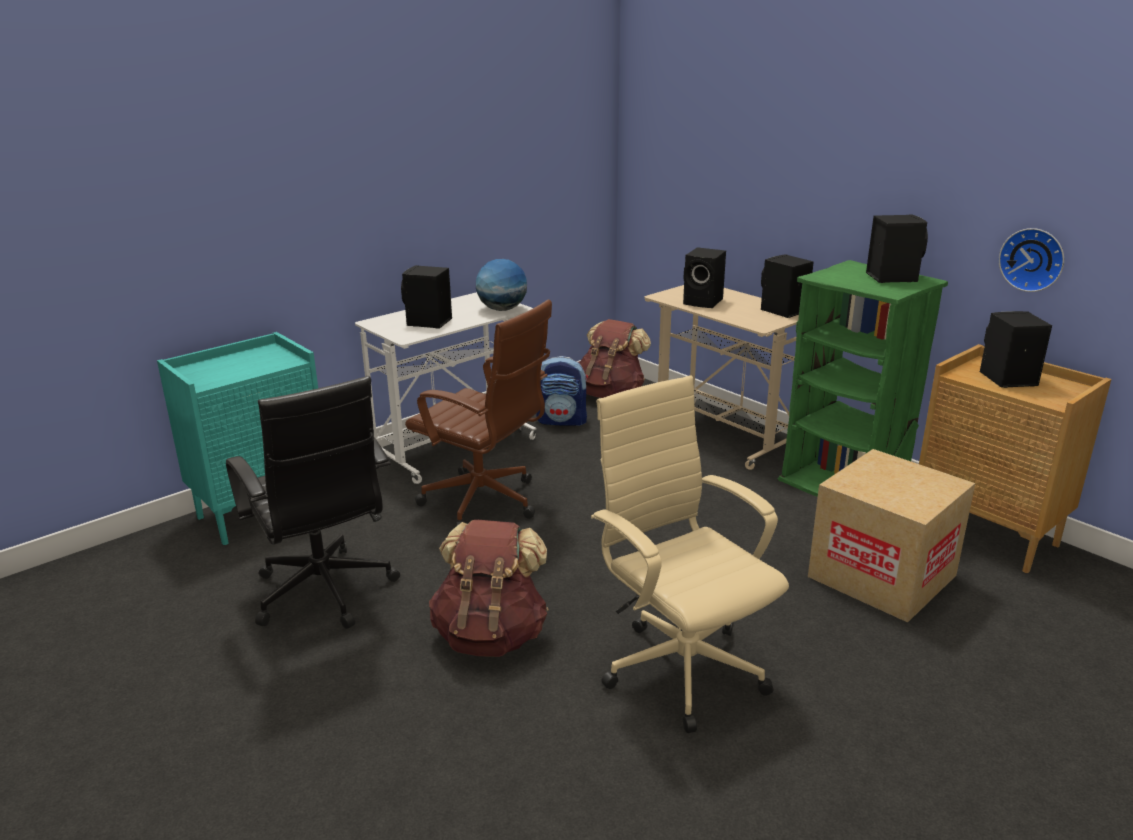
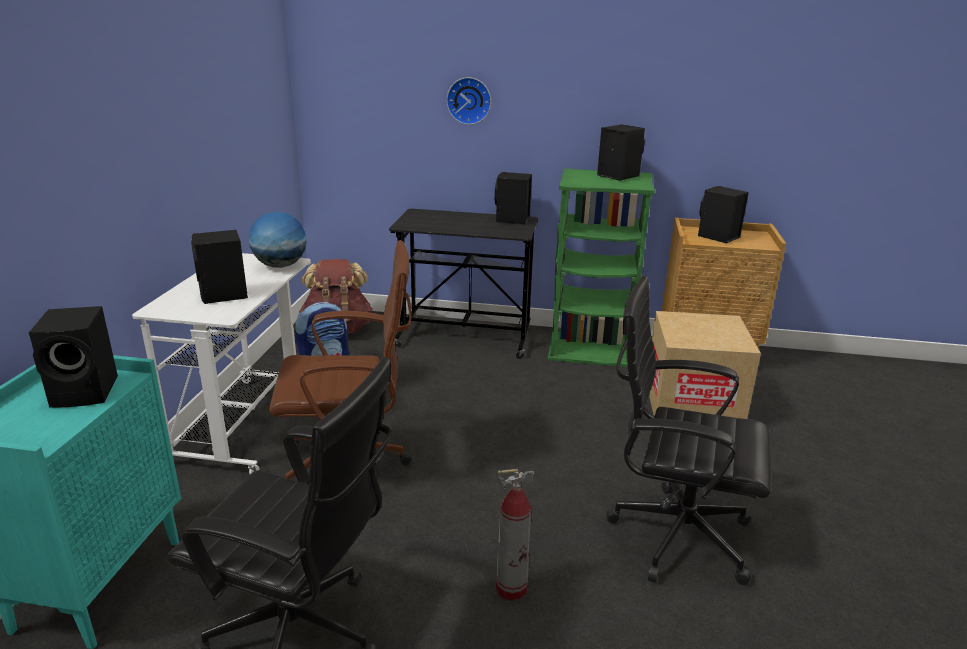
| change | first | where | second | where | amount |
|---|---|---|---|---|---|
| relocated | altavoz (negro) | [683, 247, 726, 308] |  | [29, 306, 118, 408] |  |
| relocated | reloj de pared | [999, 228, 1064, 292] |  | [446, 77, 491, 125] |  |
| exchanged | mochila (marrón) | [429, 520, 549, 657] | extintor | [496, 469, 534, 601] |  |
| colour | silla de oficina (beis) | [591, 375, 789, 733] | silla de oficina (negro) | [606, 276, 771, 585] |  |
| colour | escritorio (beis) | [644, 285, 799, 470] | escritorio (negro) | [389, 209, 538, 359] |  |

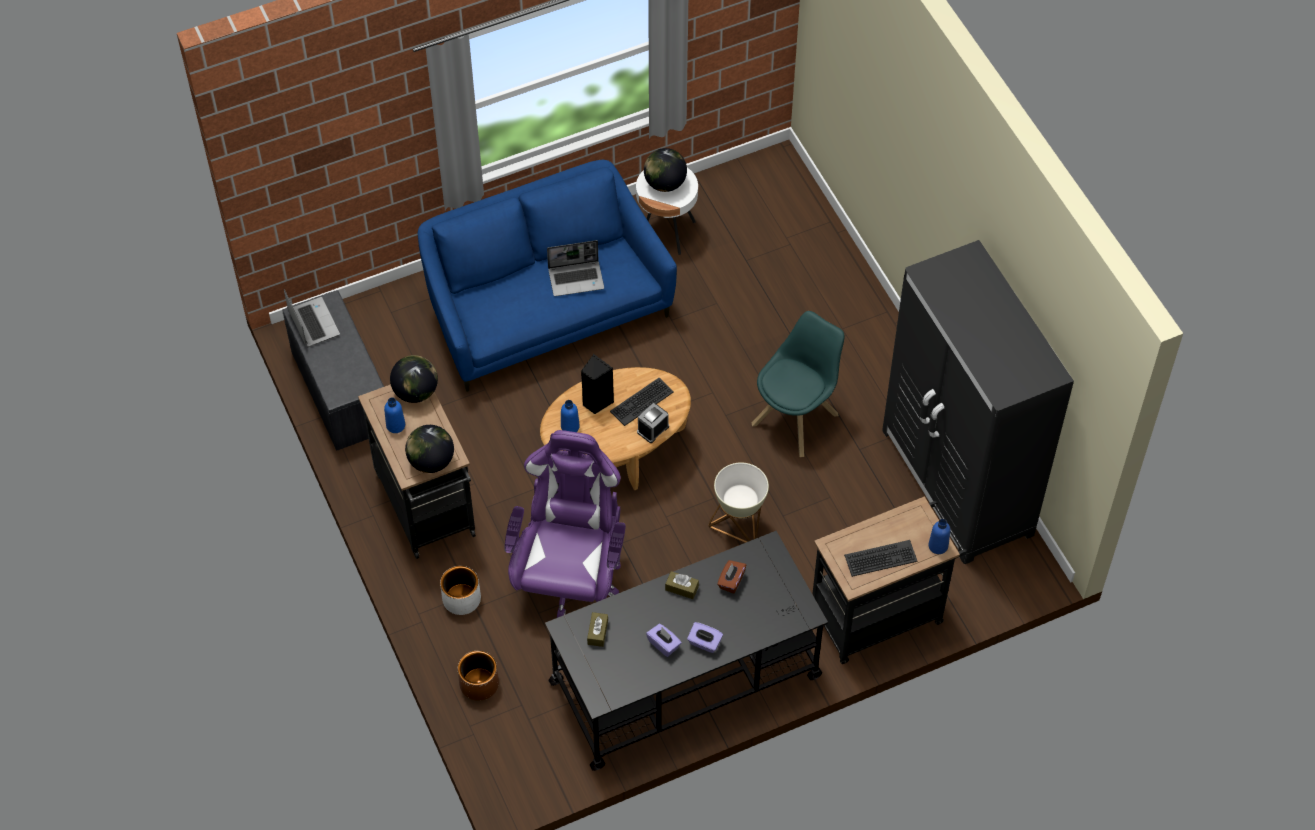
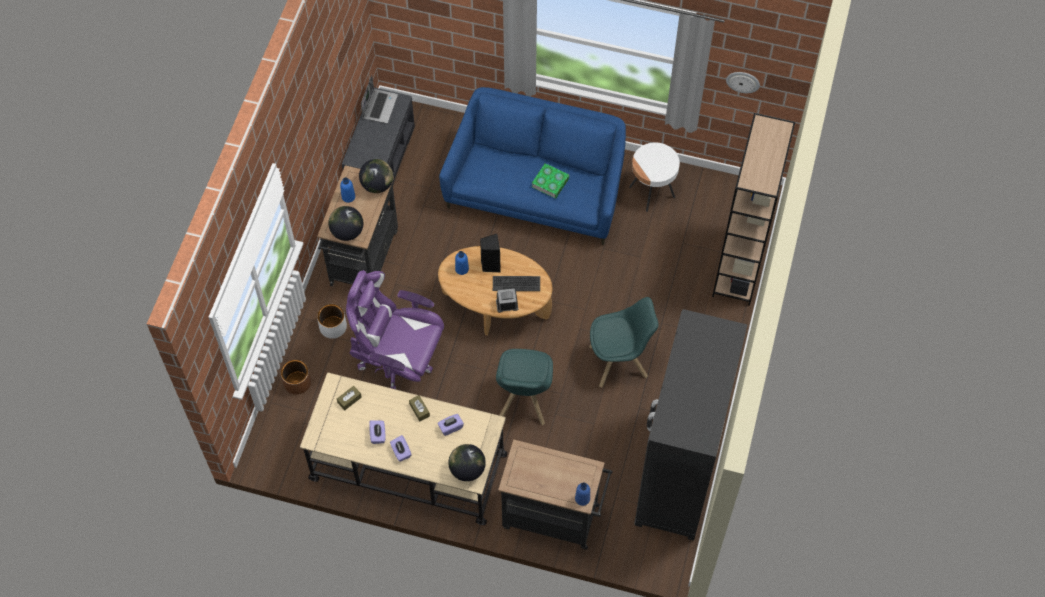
| change | first | where | second | where | amount |
|---|---|---|---|---|---|
| missing | teclado | [844, 540, 918, 577] |  |  |  |
| appeared |  |  | estantería (beis) | [712, 113, 795, 306] |  |
| appeared |  |  | reloj de pared | [726, 72, 760, 93] |  |
| relocated | globo terráqueo | [644, 148, 687, 192] |  | [448, 444, 486, 481] |  |
| exchanged | portátil | [547, 240, 604, 296] | libro | [532, 163, 569, 199] |  |
| exchanged | maceta | [708, 462, 769, 543] | silla (turquesa) | [496, 349, 553, 425] |  |
| colour | escritorio (negro) | [545, 531, 828, 771] | escritorio (beis) | [300, 372, 507, 525] |  |
| colour | caja de pañuelos (marrón) | [717, 560, 746, 594] | caja de pañuelos (morado) | [438, 414, 464, 436] |  |
| spun | silla de oficina (morado) | [504, 430, 626, 618] |  | [346, 270, 444, 389] | 120 degrees counterclockwise |

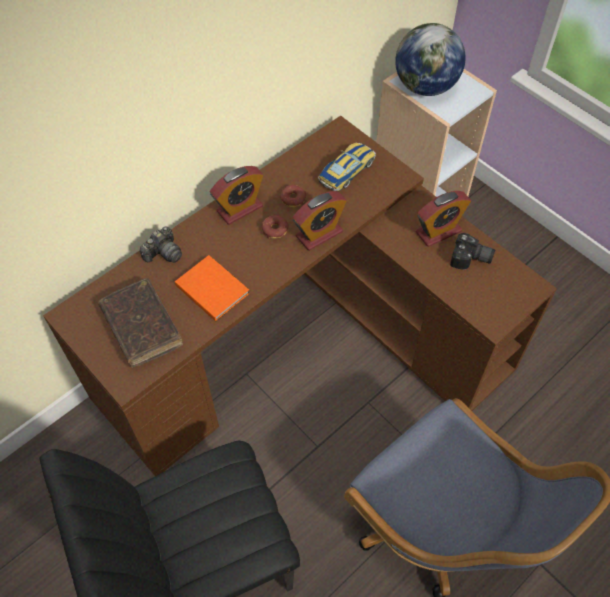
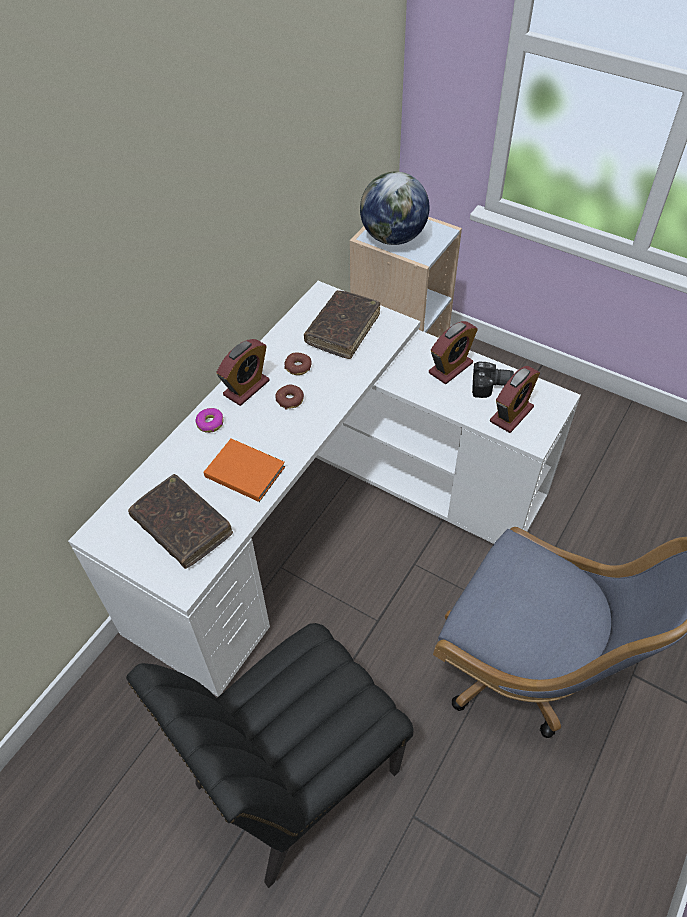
| change | first | where | second | where | amount |
|---|---|---|---|---|---|
| missing | cámara | [140, 226, 182, 263] |  |  |  |
| appeared |  |  | rosquilla | [196, 408, 223, 433] |  |
| relocated | despertador | [293, 191, 347, 251] |  | [490, 366, 540, 433] |  |
| exchanged | coche de juguete | [318, 143, 376, 191] | libro (marrón) | [304, 290, 381, 359] |  |
| colour | escritorio (marrón) | [43, 115, 557, 476] | escritorio (blanco) | [68, 281, 581, 697] |  |

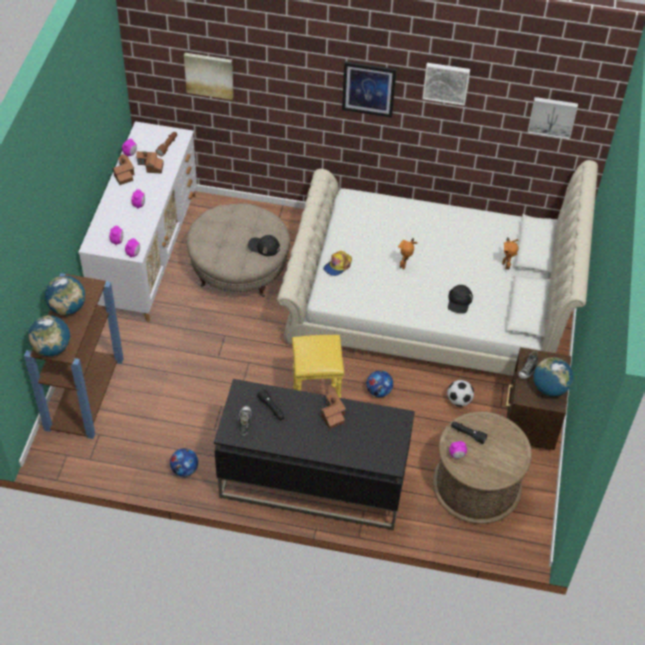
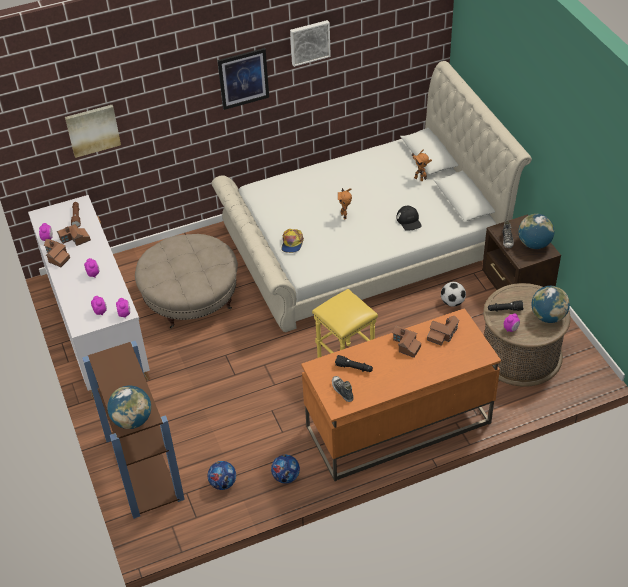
| change | first | where | second | where | amount |
|---|---|---|---|---|---|
| missing | gorra (negro) | [248, 235, 280, 256] |  |  |  |
| missing | cuadro | [527, 97, 578, 139] |  |  |  |
| appeared |  |  | casita | [427, 316, 459, 346] |  |
| relocated | globo terráqueo | [45, 276, 85, 315] |  | [531, 286, 570, 323] |  |
| relocated | balón de fútbol | [367, 370, 393, 397] |  | [208, 461, 236, 490] |  |
| colour | escritorio (negro) | [214, 379, 415, 531] | escritorio (naranja) | [301, 308, 501, 481] |  |

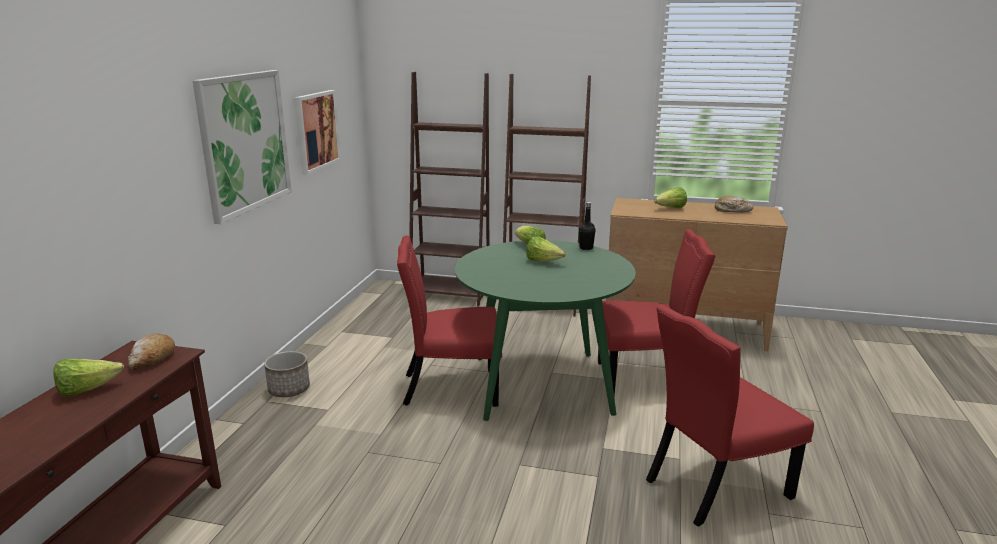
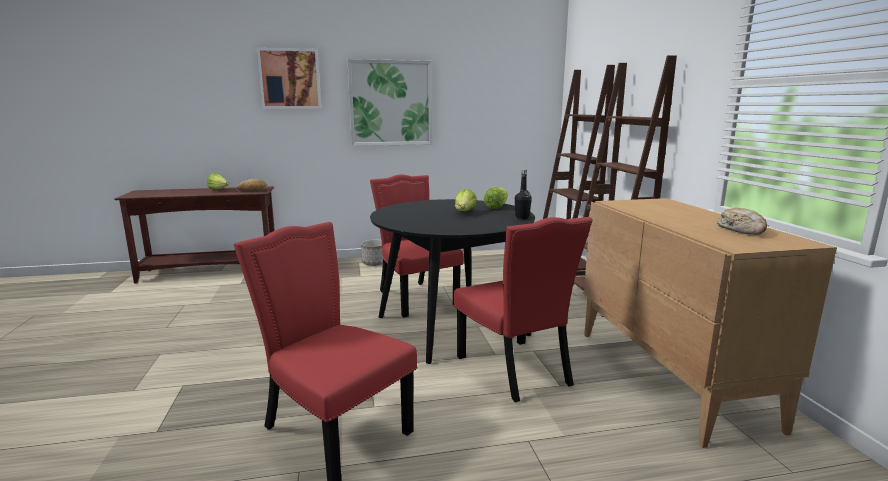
| change | first | where | second | where | amount |
|---|---|---|---|---|---|
| missing | lechuga | [654, 187, 687, 208] |  |  |  |
| relocated | cuadro | [294, 90, 341, 175] |  | [257, 47, 321, 109] |  |
| colour | mesa de comedor (verde) | [455, 240, 636, 421] | mesa de comedor (negro) | [370, 199, 535, 364] |  |

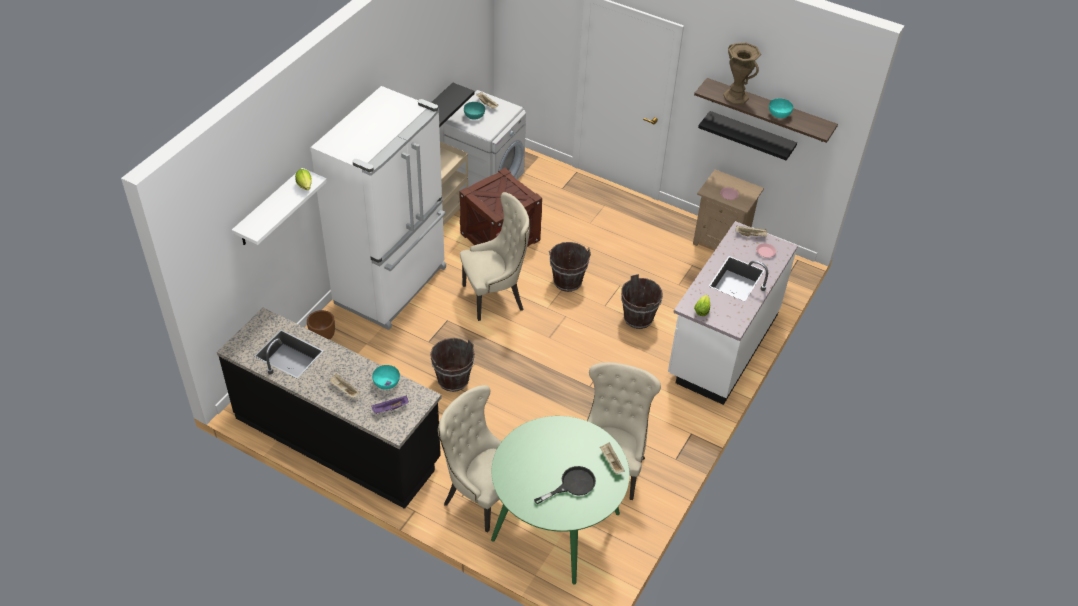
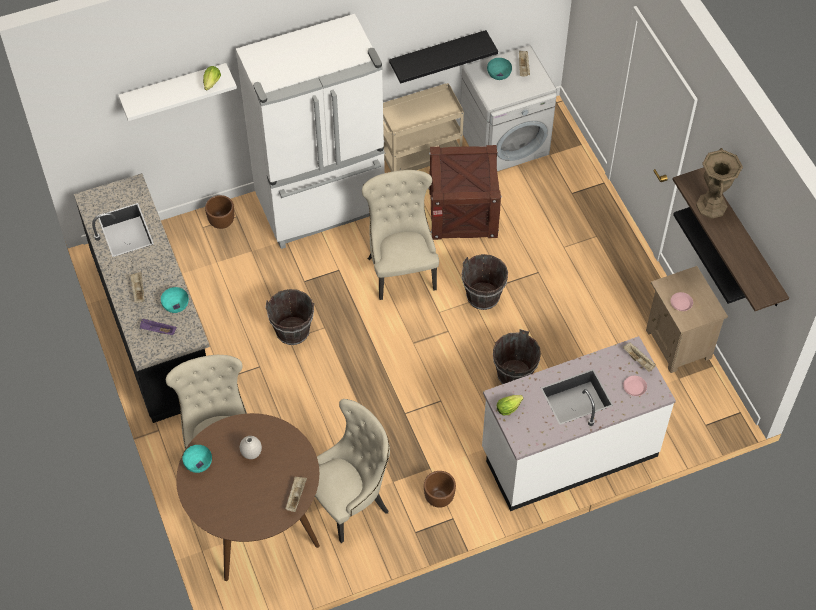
| change | first | where | second | where | amount |
|---|---|---|---|---|---|
| missing | sartén (negro) | [534, 466, 596, 504] |  |  |  |
| appeared |  |  | florero (blanco) | [240, 436, 262, 459] |  |
| appeared |  |  | maceta (marrón) | [424, 471, 456, 508] |  |
| relocated | cuenco (turquesa) | [769, 98, 793, 118] |  | [182, 445, 212, 473] |  |
| colour | mesa de comedor (verde) | [491, 416, 630, 584] | mesa de comedor (marrón) | [176, 413, 320, 581] |  |
| spun | silla (beis) | [460, 192, 530, 321] |  | [362, 170, 439, 300] | 120 degrees counterclockwise |

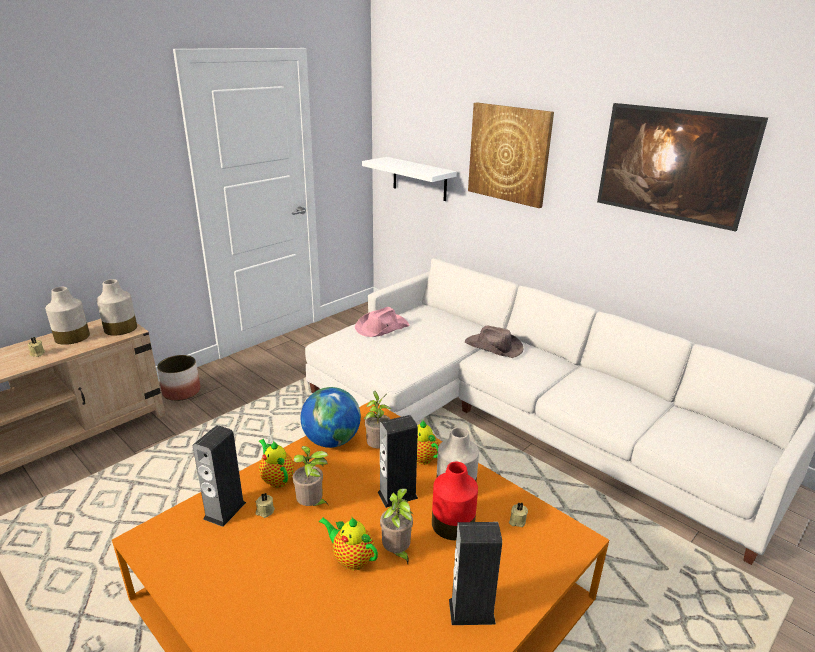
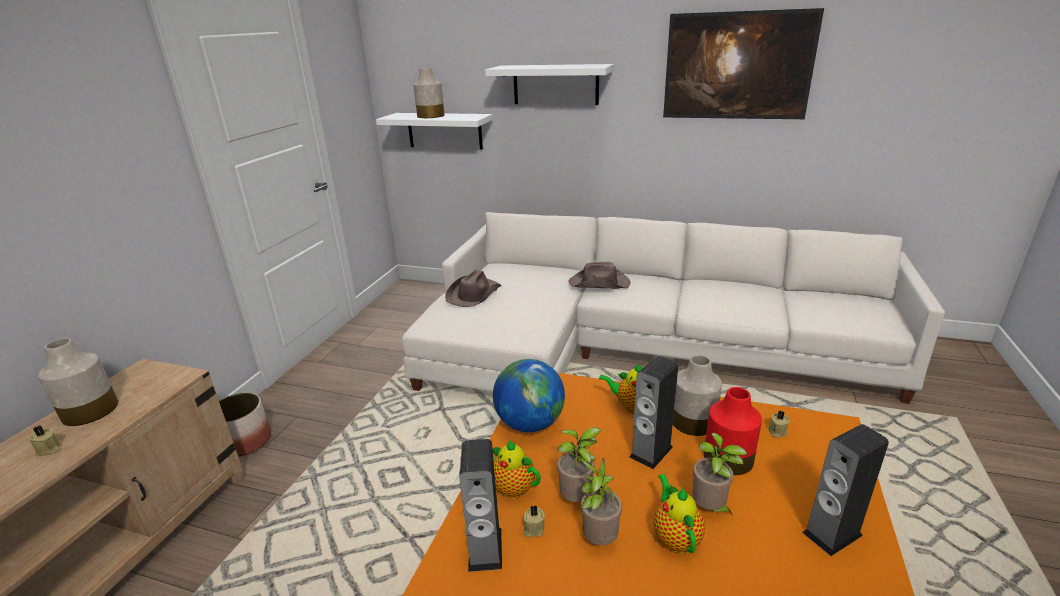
| change | first | where | second | where | amount |
|---|---|---|---|---|---|
| relocated | florero (beis) | [96, 279, 137, 336] |  | [413, 67, 445, 118] |  |
| relocated | planta en maceta | [364, 391, 391, 448] |  | [580, 458, 622, 545] |  |
| exchanged | cuadro | [468, 103, 554, 208] | estante (blanco) | [485, 64, 614, 105] |  |
| colour | sombrero (rosa) | [355, 307, 409, 337] | sombrero (marrón) | [445, 270, 502, 307] |  |
| spun | tetera | [319, 517, 378, 570] |  | [653, 474, 705, 553] | 75 degrees clockwise |

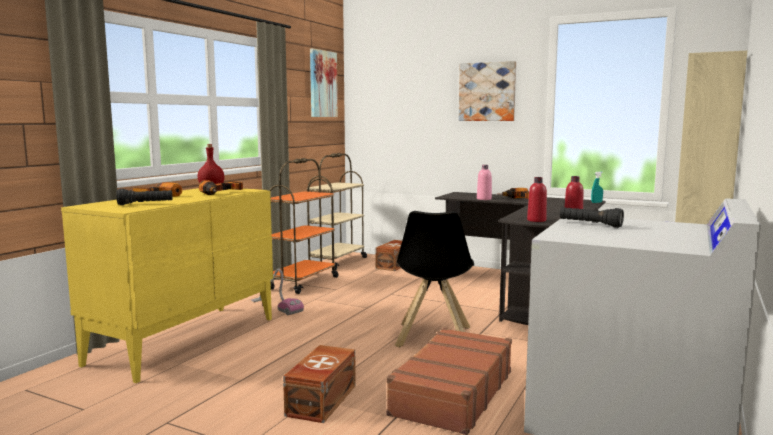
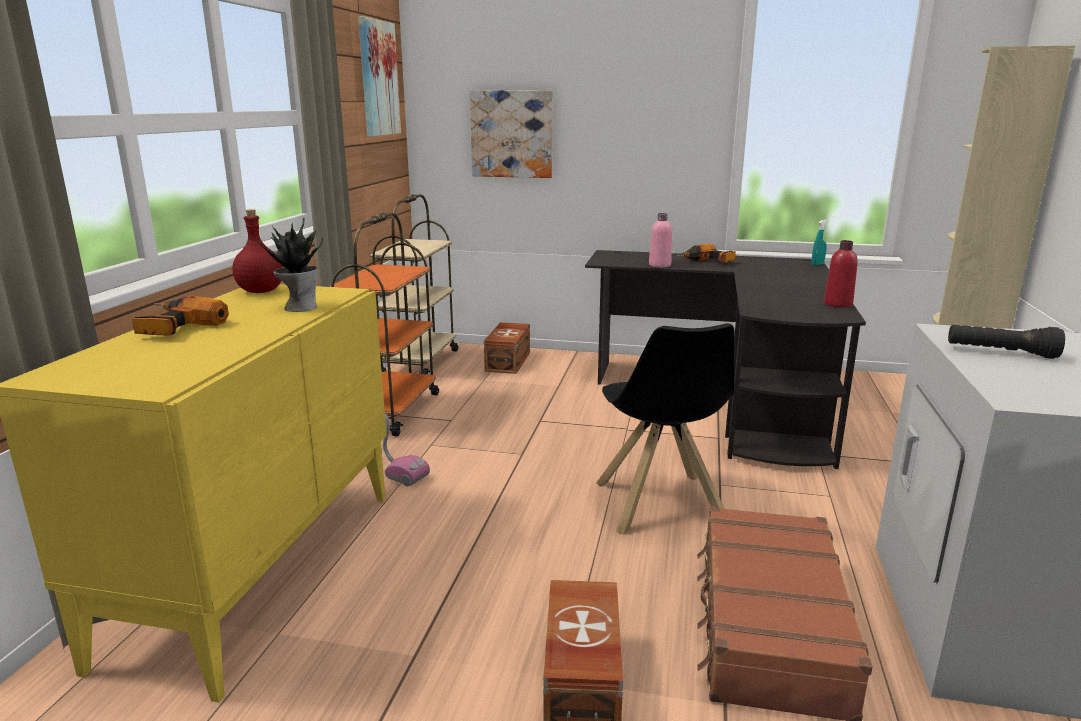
| change | first | where | second | where | amount |
|---|---|---|---|---|---|
| missing | linterna (negro) | [116, 189, 172, 205] |  |  |  |
| missing | botella (rojo) | [527, 177, 547, 222] |  |  |  |
| relocated | cuadro | [459, 61, 516, 121] |  | [470, 90, 553, 178] |  |
| exchanged | taladro | [199, 180, 243, 195] | planta en maceta | [259, 217, 323, 312] |  |

